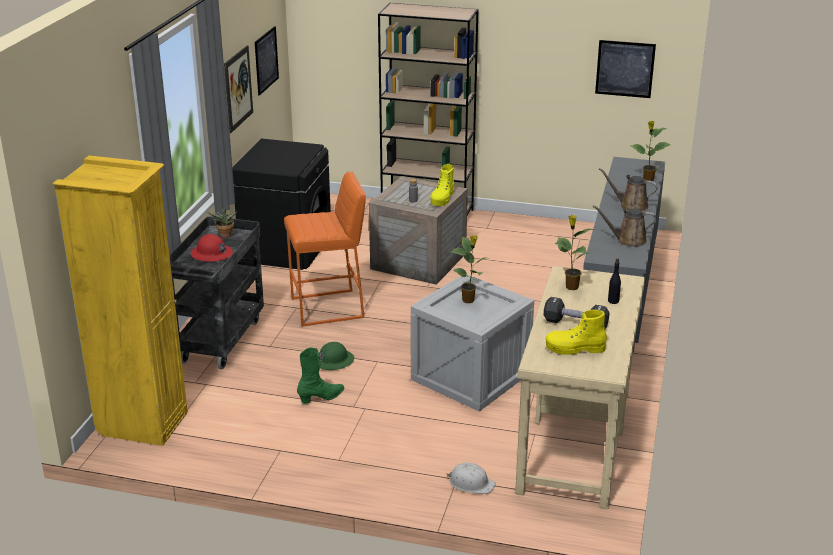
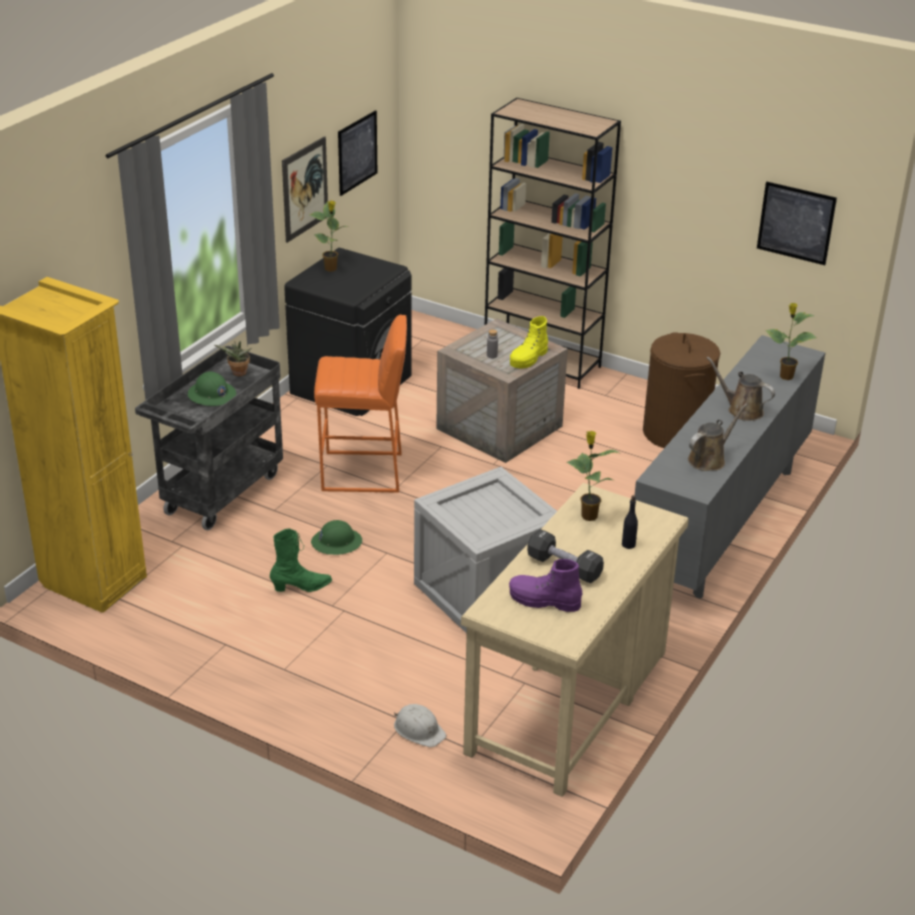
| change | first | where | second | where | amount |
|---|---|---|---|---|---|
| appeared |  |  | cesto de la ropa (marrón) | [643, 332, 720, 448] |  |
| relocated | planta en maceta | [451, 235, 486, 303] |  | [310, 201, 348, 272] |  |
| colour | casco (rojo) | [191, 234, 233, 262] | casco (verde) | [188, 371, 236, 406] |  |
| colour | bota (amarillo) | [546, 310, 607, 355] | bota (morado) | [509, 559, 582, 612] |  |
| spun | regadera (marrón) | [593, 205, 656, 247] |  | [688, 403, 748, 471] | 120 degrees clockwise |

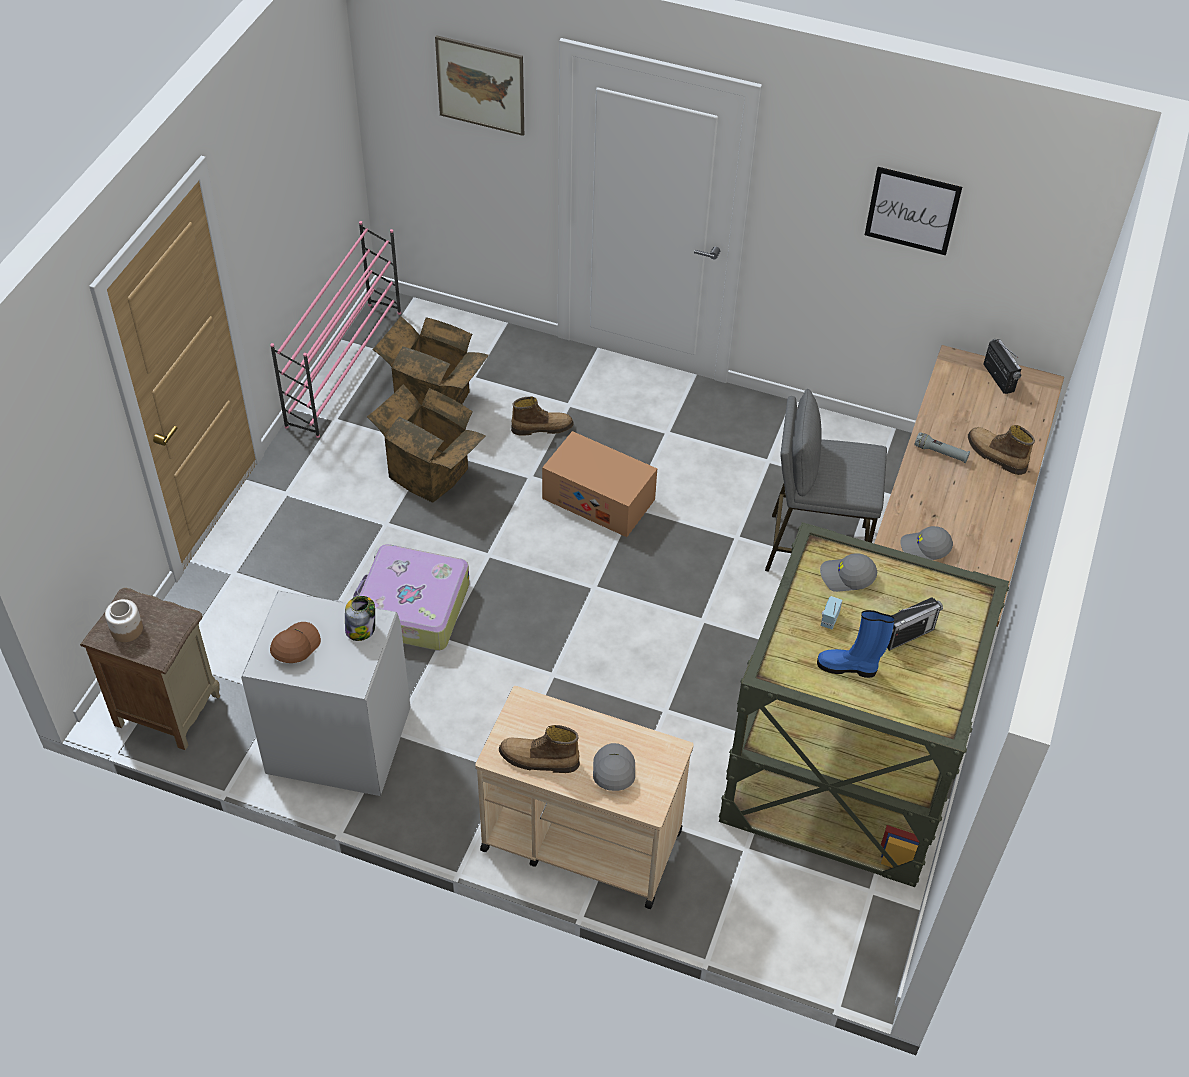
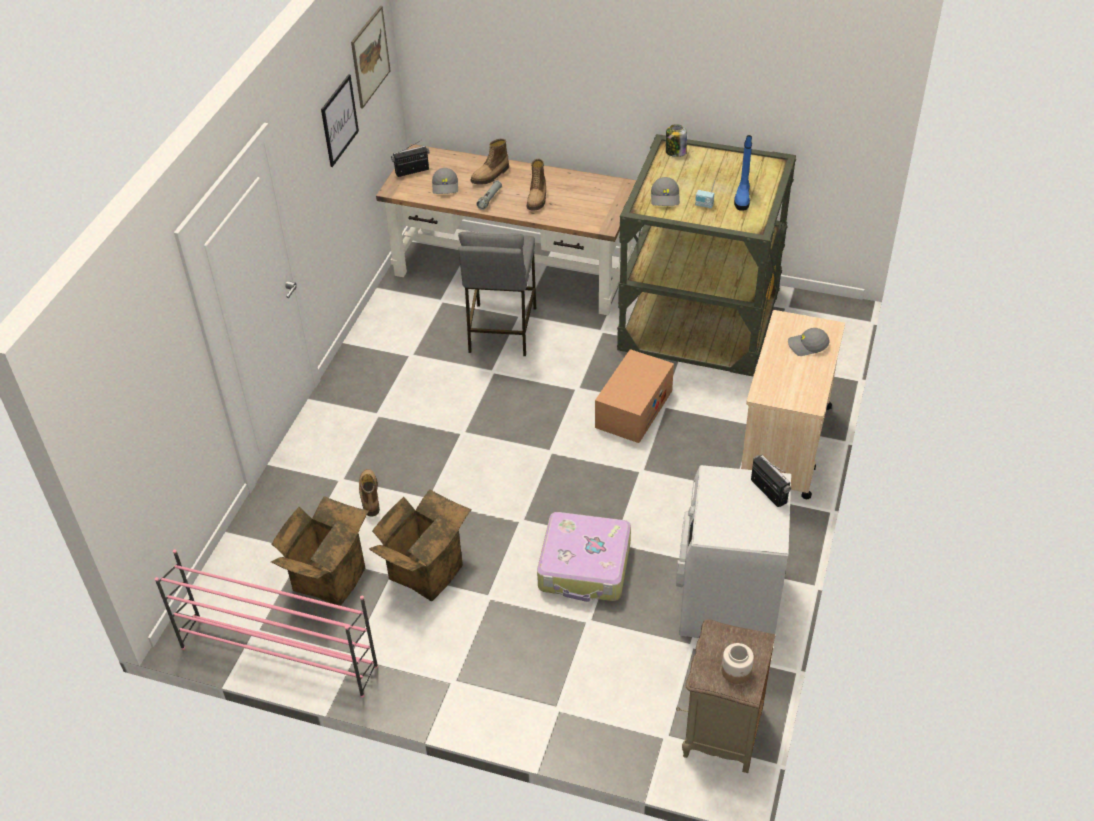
| change | first | where | second | where | amount |
|---|---|---|---|---|---|
| missing | gorra (marrón) | [270, 622, 321, 663] |  |  |  |
| relocated | tarro | [345, 596, 375, 641] |  | [666, 124, 687, 157] |  |
| relocated | cuadro | [435, 35, 524, 136] |  | [351, 6, 391, 109] |  |
| relocated | bota | [499, 725, 580, 773] |  | [526, 159, 546, 211] |  |
| relocated | caja de cartón | [542, 431, 657, 537] |  | [595, 349, 674, 443] |  |
| relocated | radio | [887, 597, 943, 651] |  | [751, 455, 792, 507] |  |
| relocated | gorra (gris) | [900, 526, 953, 560] |  | [432, 168, 458, 194] |  |

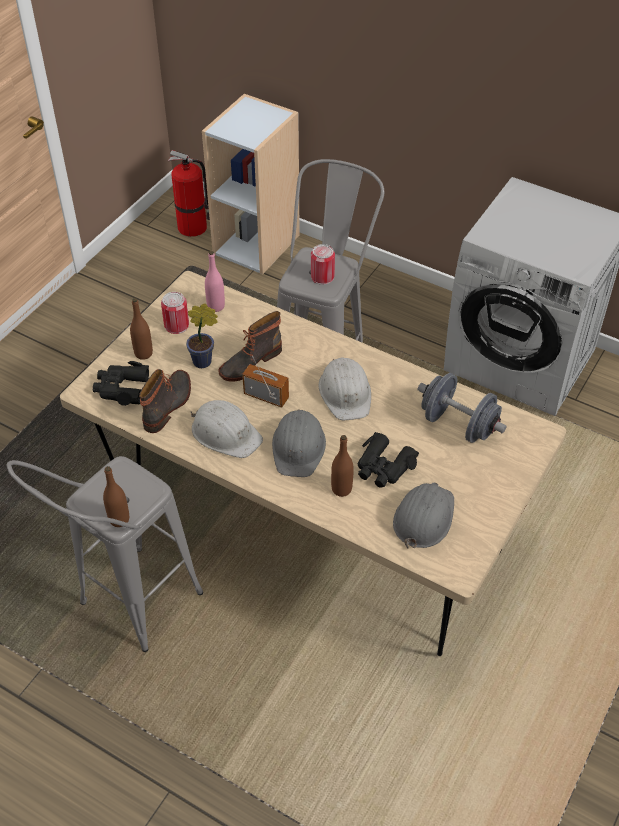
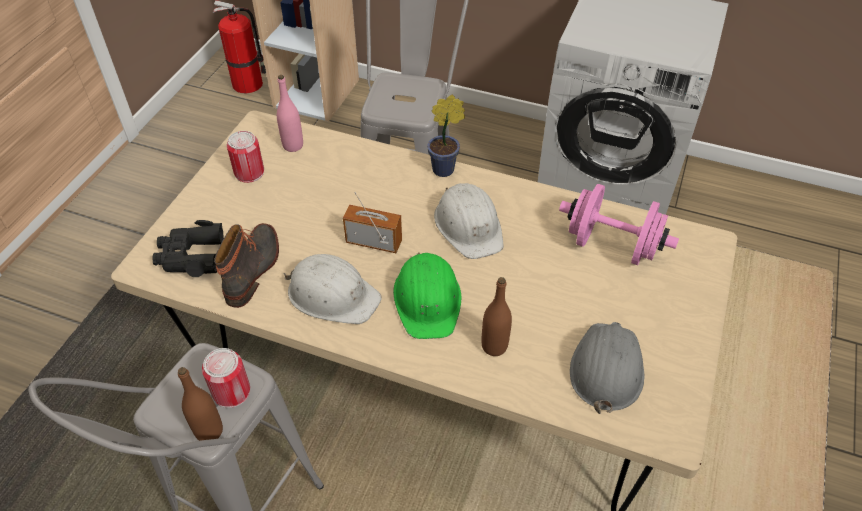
| change | first | where | second | where | amount |
|---|---|---|---|---|---|
| missing | botella (marrón) | [130, 298, 153, 360] |  |  |  |
| missing | bota | [218, 311, 282, 382] |  |  |  |
| missing | prismáticos (negro) | [357, 432, 419, 488] |  |  |  |
| relocated | planta en maceta | [186, 303, 218, 368] |  | [427, 95, 465, 177] |  |
| relocated | lata | [311, 244, 335, 285] |  | [202, 348, 250, 408] |  |
| colour | casco (gris) | [272, 409, 326, 477] | casco (verde) | [393, 253, 461, 339] |  |
| colour | mancuerna (gris) | [417, 373, 507, 443] | mancuerna (rosa) | [559, 184, 679, 265] |  |

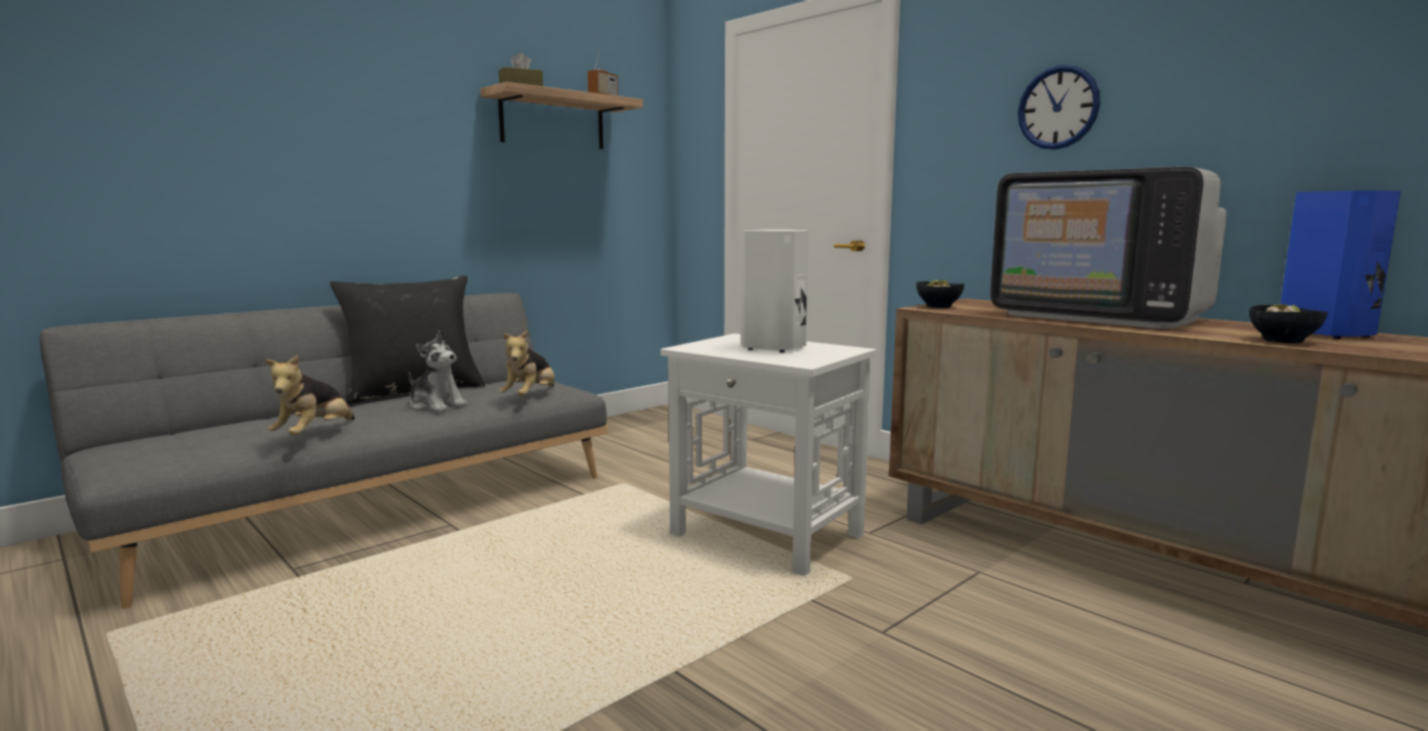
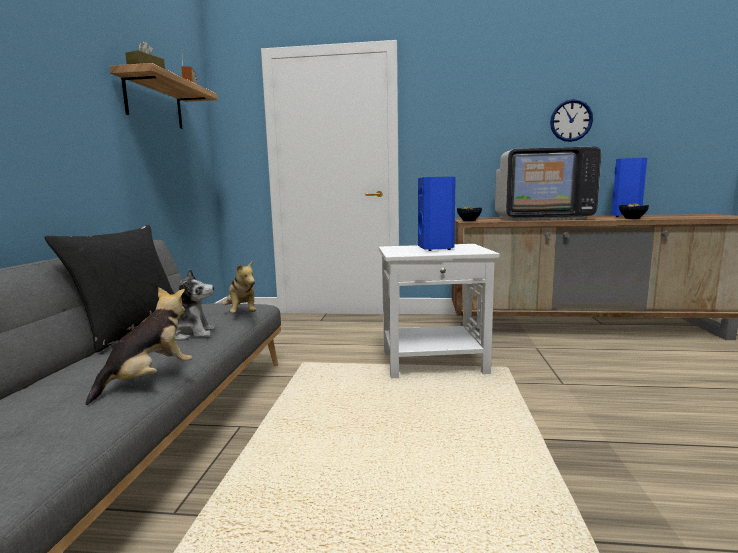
| change | first | where | second | where | amount |
|---|---|---|---|---|---|
| relocated | reloj de pared | [1018, 65, 1100, 150] |  | [550, 99, 593, 142] |  |
| colour | altavoz (blanco) | [741, 230, 809, 353] | altavoz (azul) | [418, 177, 456, 251] |  |
| spun | peluche | [265, 355, 355, 435] |  | [85, 287, 193, 405] | 120 degrees counterclockwise |

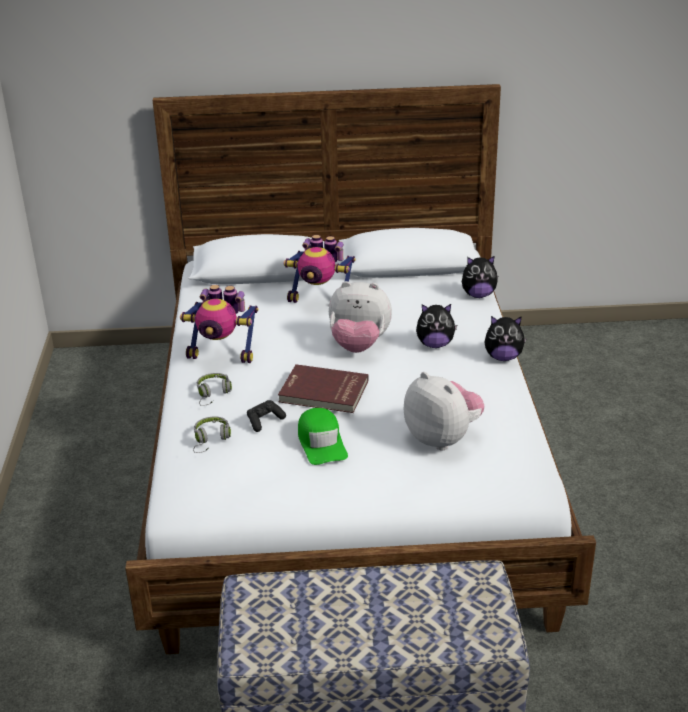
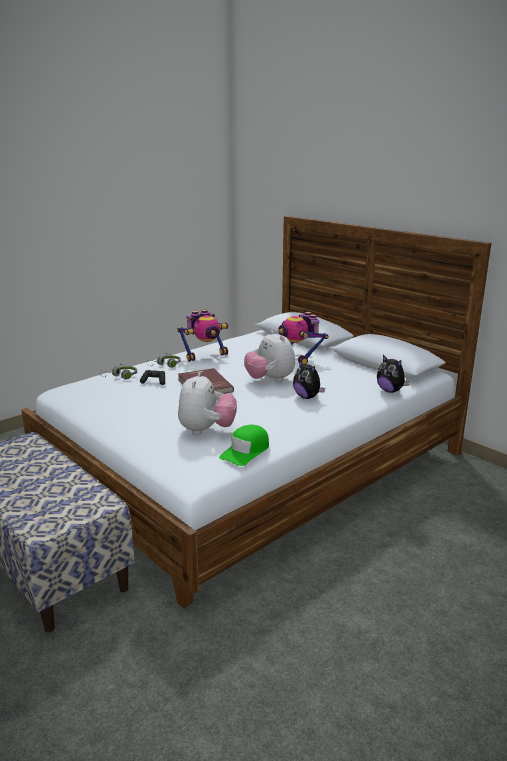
| change | first | where | second | where | amount |
|---|---|---|---|---|---|
| missing | peluche | [484, 316, 527, 361] |  |  |  |
| relocated | gorra (verde) | [298, 408, 348, 465] |  | [219, 425, 269, 466] |  |
| spun | robot de juguete | [180, 285, 258, 363] |  | [177, 309, 229, 362] | 90 degrees counterclockwise |

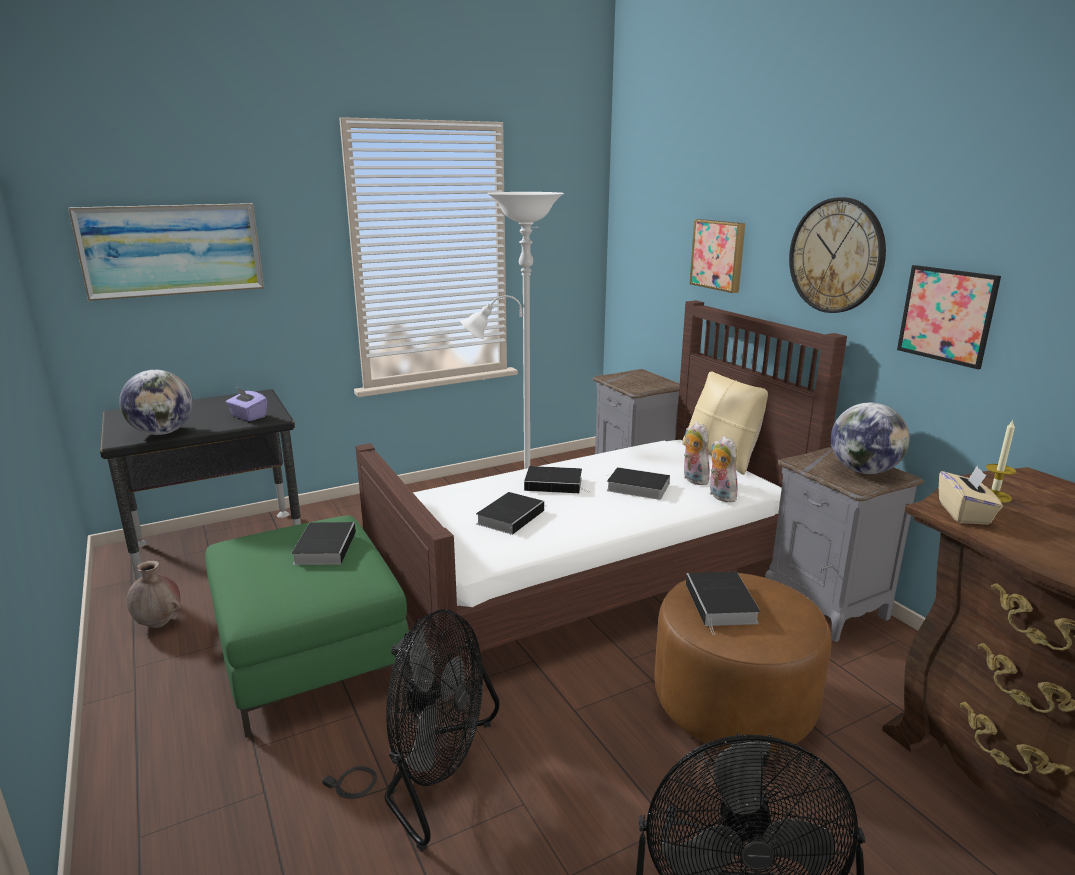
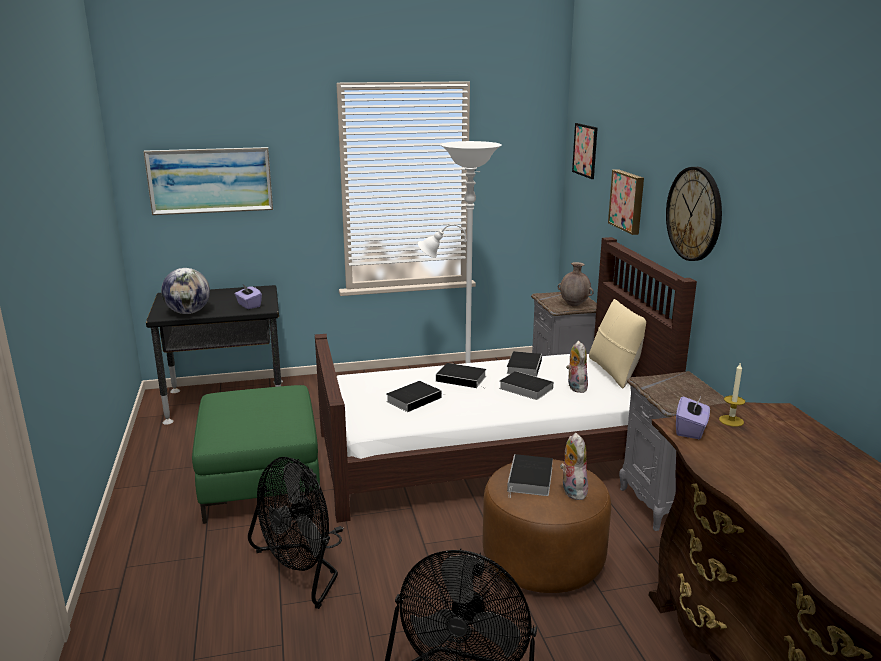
| change | first | where | second | where | amount |
|---|---|---|---|---|---|
| missing | globo terráqueo | [831, 402, 910, 474] |  |  |  |
| relocated | florero (marrón) | [126, 561, 181, 628] |  | [558, 262, 594, 307] |  |
| relocated | libro | [292, 522, 356, 565] |  | [507, 351, 542, 377] |  |
| relocated | peluche | [710, 436, 738, 502] |  | [560, 433, 588, 500] |  |
| relocated | cuadro | [897, 265, 1001, 369] |  | [572, 123, 598, 179] |  |
| colour | caja de pañuelos (beis) | [939, 466, 1003, 525] | caja de pañuelos (morado) | [676, 395, 710, 439] |  |
| spun | ventilador (negro) | [322, 609, 500, 852] |  | [248, 457, 344, 609] | 105 degrees clockwise |

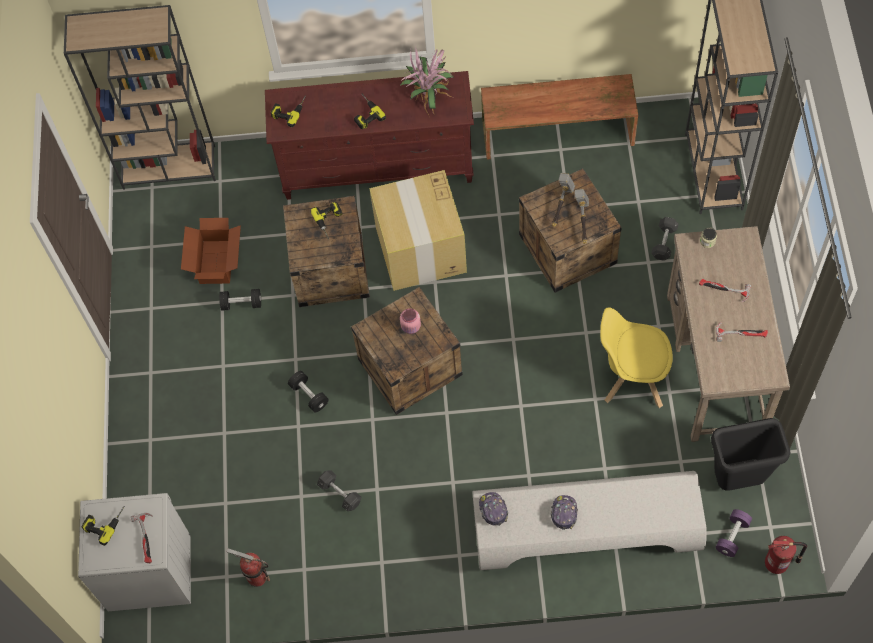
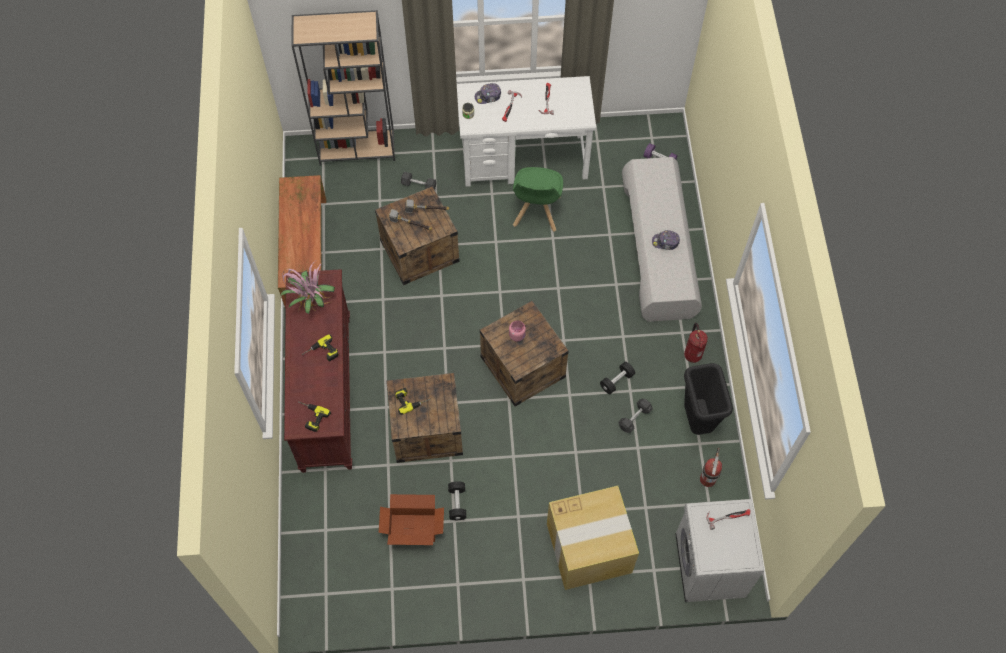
| change | first | where | second | where | amount |
|---|---|---|---|---|---|
| missing | estantería | [64, 5, 216, 190] |  |  |  |
| missing | taladro | [82, 506, 125, 546] |  |  |  |
| relocated | mancuerna (negro) | [288, 371, 329, 412] |  | [600, 362, 635, 394] |  |
| relocated | caja de cartón | [369, 170, 467, 291] |  | [547, 486, 639, 590] |  |
| relocated | gorra | [479, 492, 508, 526] |  | [475, 83, 501, 104] |  |
| relocated | papelera (negro) | [711, 418, 790, 491] |  | [684, 363, 733, 435] |  |
| relocated | extintor | [765, 536, 807, 574] |  | [684, 323, 708, 363] |  |
| colour | silla (amarillo) | [600, 307, 673, 408] | silla (verde) | [513, 167, 563, 232] |  |
| colour | escritorio (marrón) | [667, 226, 790, 442] | escritorio (blanco) | [457, 76, 596, 187] |  |

